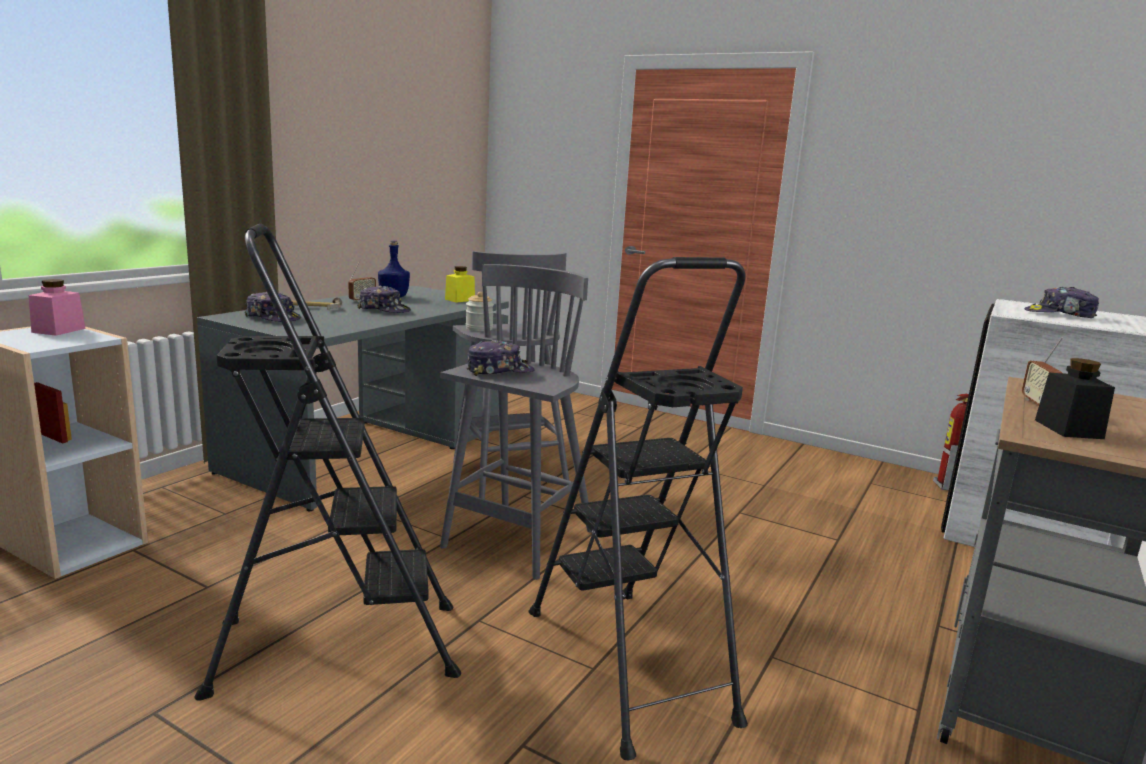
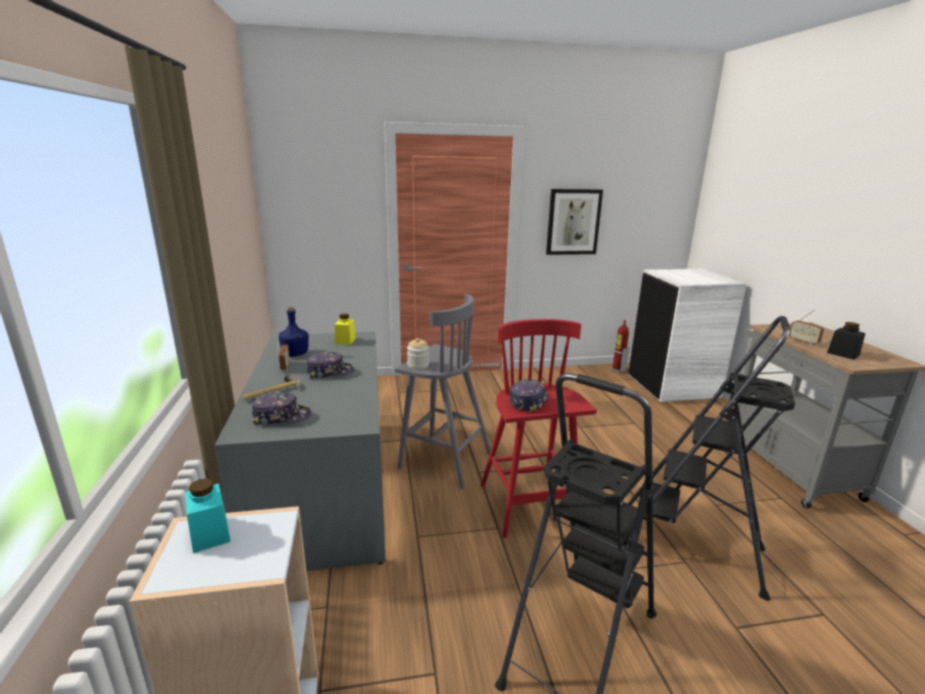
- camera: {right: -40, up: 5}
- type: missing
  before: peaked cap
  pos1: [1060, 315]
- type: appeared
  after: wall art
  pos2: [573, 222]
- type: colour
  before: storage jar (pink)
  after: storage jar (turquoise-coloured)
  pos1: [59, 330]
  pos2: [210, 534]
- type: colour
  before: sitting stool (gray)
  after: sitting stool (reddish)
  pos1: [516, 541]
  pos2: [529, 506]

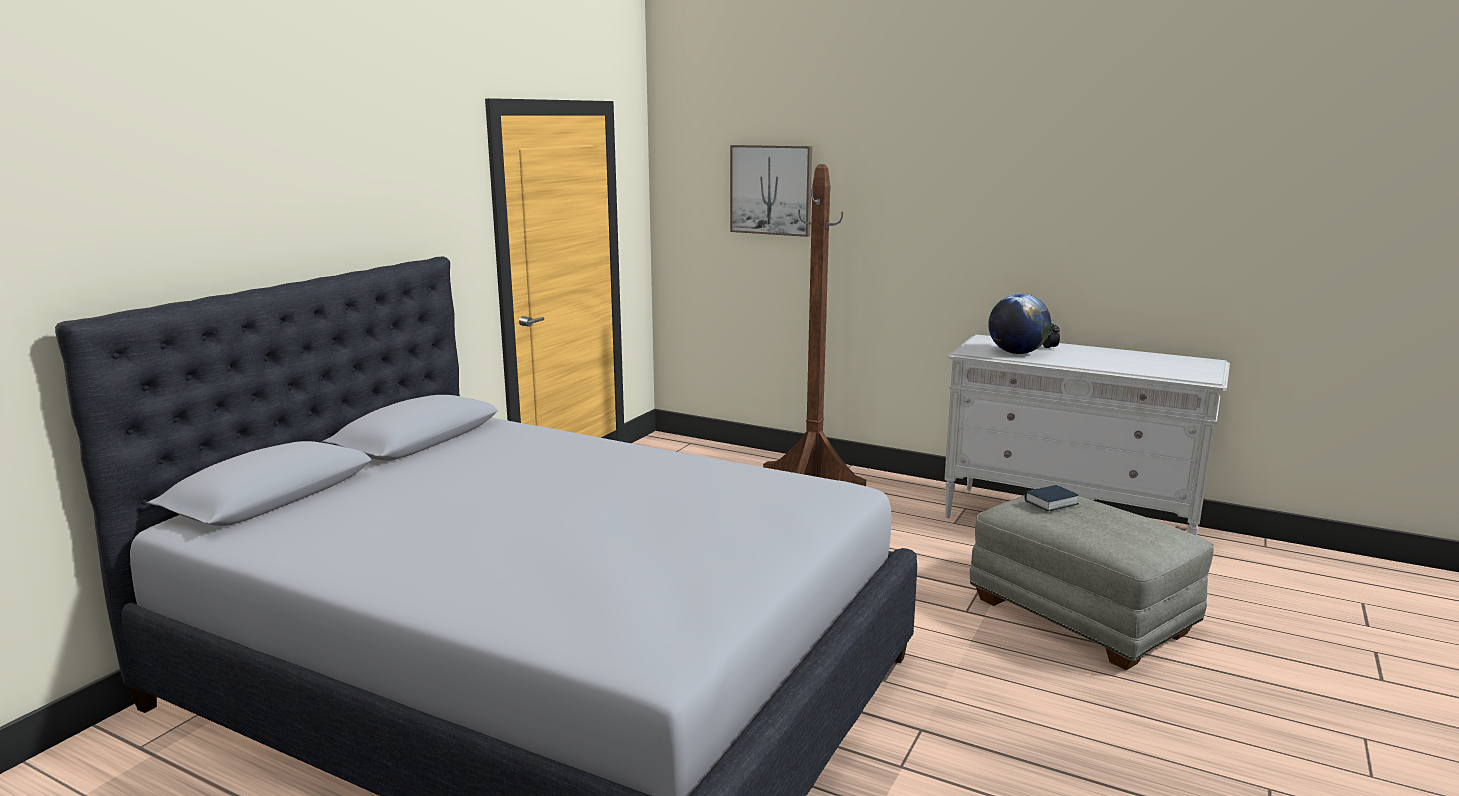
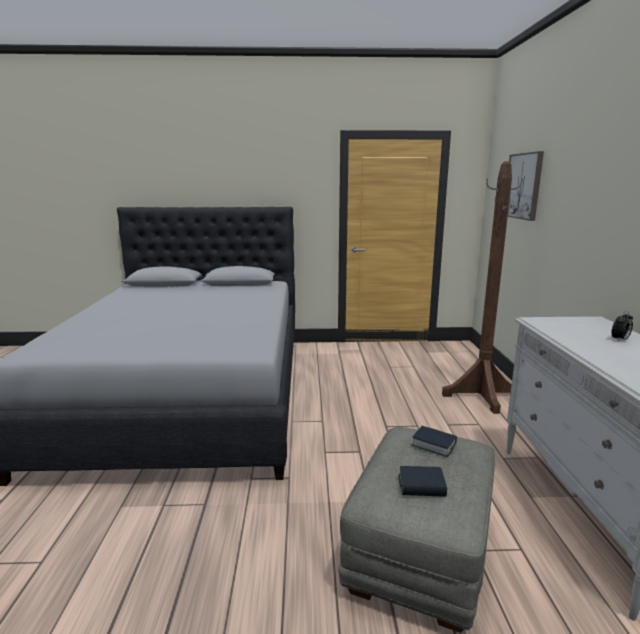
- camera: {right: 60, up: 0}
- type: missing
  before: world globe
  pos1: [1016, 353]
- type: appeared
  after: bound book
  pos2: [421, 486]

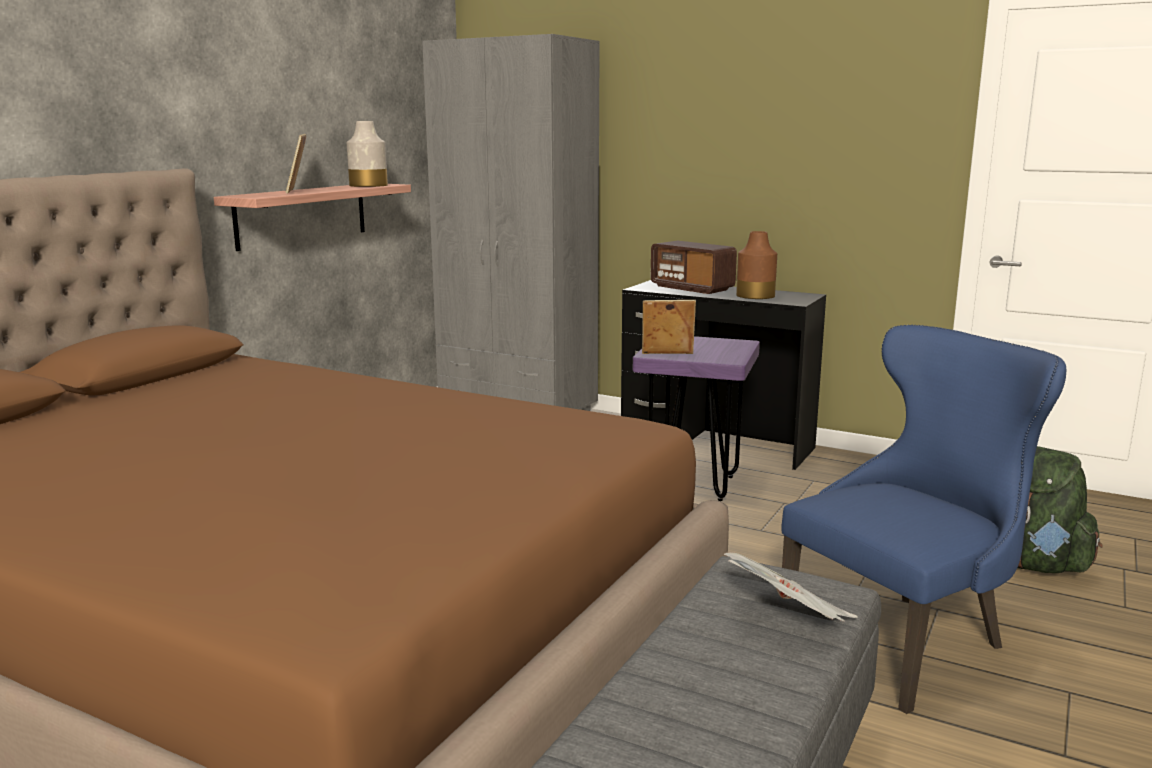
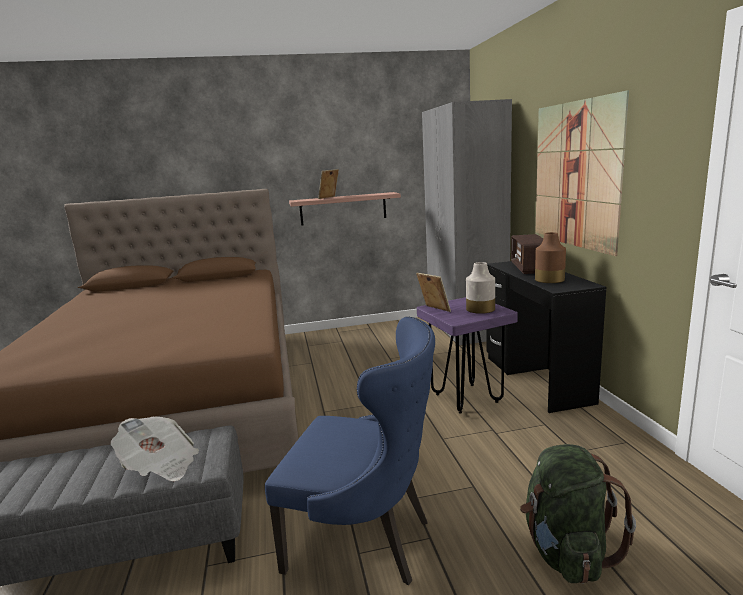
- camera: {right: 50, up: 0}
- type: appeared
  after: wall art
  pos2: [575, 175]
- type: relocated
  before: decorative vase (beige-coloured)
  pos1: [369, 185]
  pos2: [480, 309]

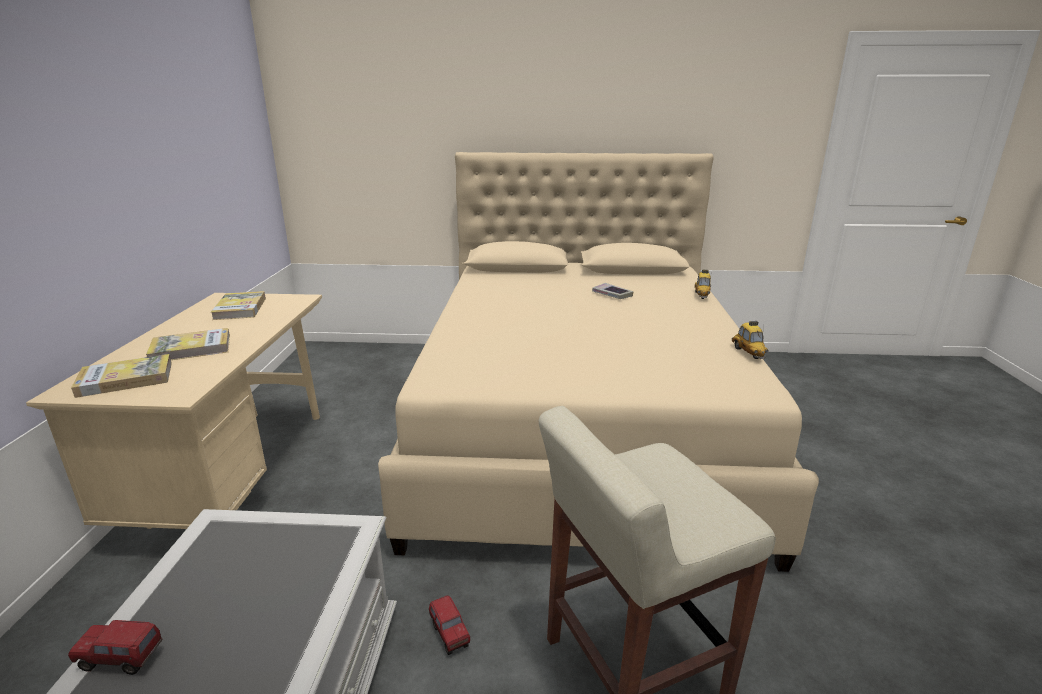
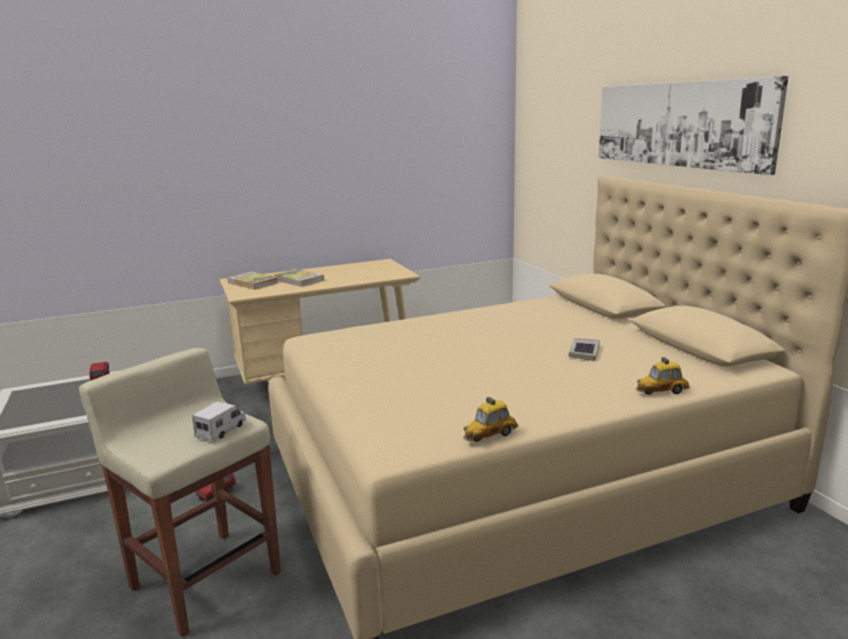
- camera: {right: 65, up: -5}
- type: missing
  before: bound book
  pos1: [240, 308]
- type: appeared
  after: model truck
  pos2: [221, 430]
- type: appeared
  after: wall art
  pos2: [678, 124]

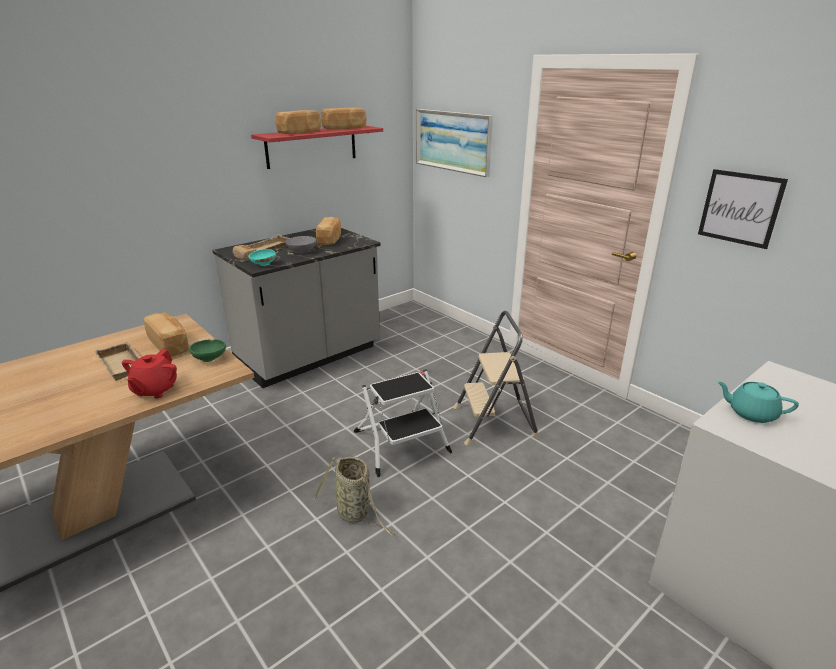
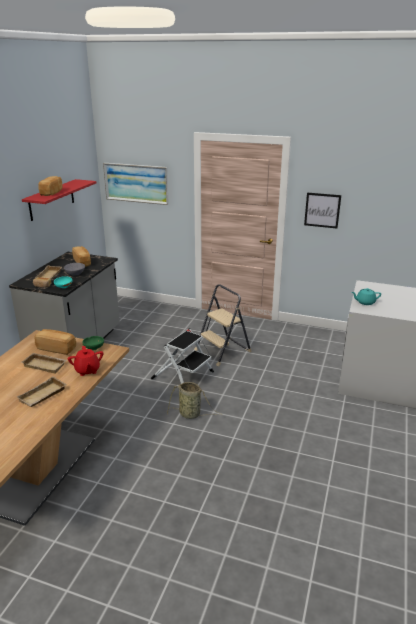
- camera: {right: -30, up: 0}
- type: missing
  before: baked bread
  pos1: [345, 128]
- type: appeared
  after: carrying tray (beige-coloured)
  pos2: [43, 396]

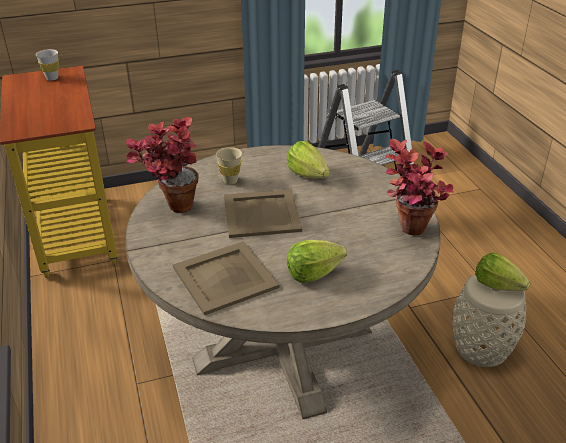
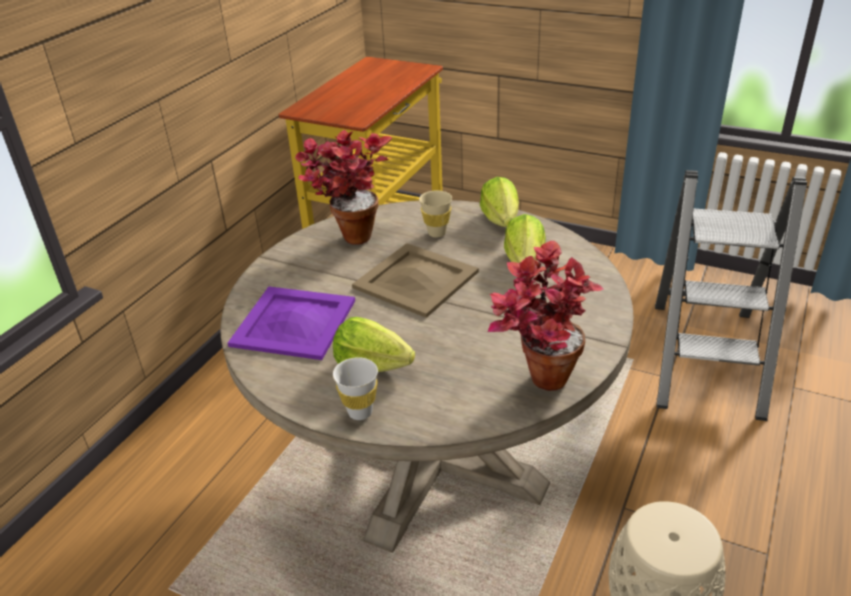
- camera: {right: 45, up: 0}
- type: relocated
  before: cup (white)
  pos1: [52, 78]
  pos2: [360, 412]
- type: relocated
  before: lettuce head
  pos1: [497, 285]
  pos2: [501, 220]
- type: colour
  before: carrying tray (beige-coloured)
  after: carrying tray (purple-coloured)
  pos1: [226, 277]
  pos2: [294, 323]

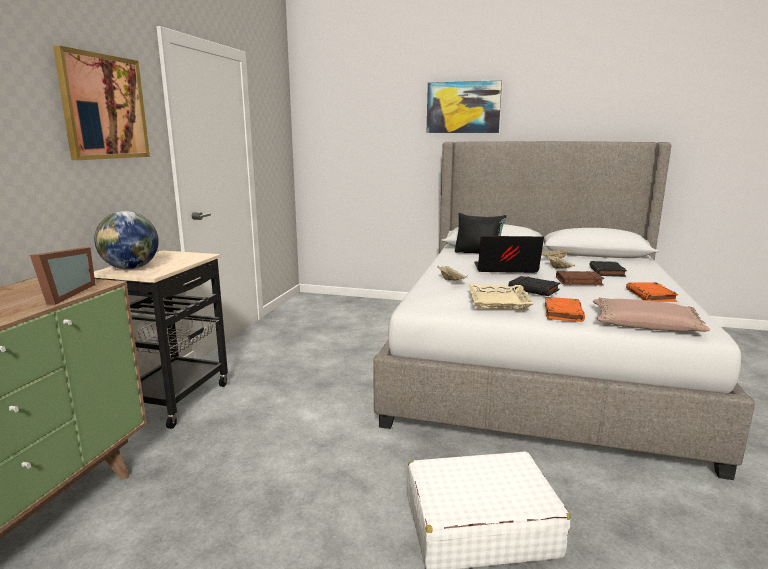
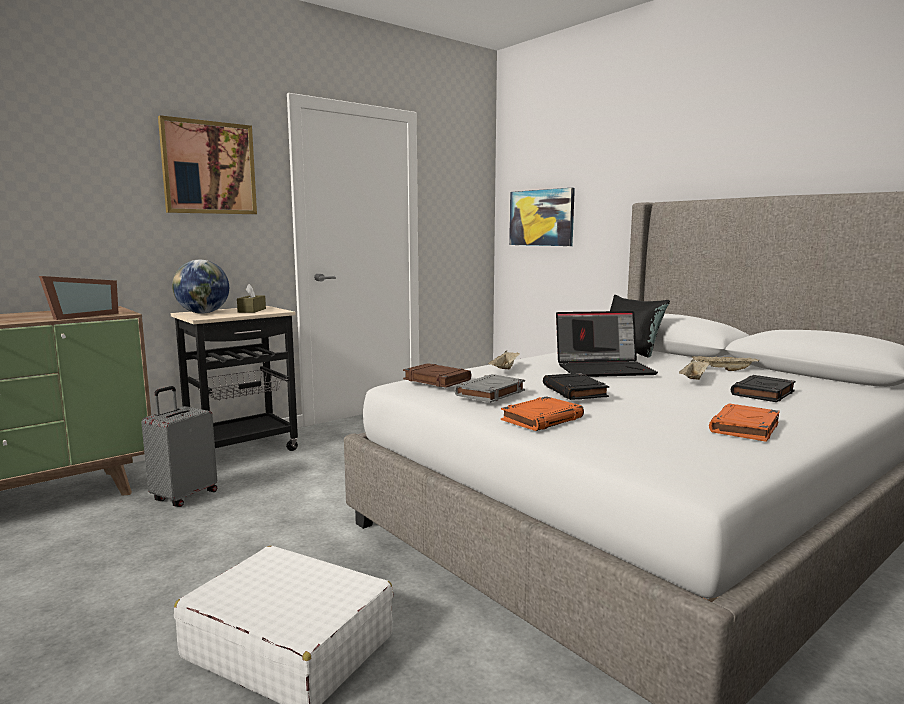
- camera: {right: 35, up: -5}
- type: missing
  before: pillow (beige-coloured)
  pos1: [645, 322]
- type: appeared
  after: piece of luggage (gray)
  pos2: [184, 496]
- type: appeared
  after: box of tissues (brownish)
  pos2: [252, 310]
- type: relocated
  before: wall art
  pos1: [463, 107]
  pos2: [541, 218]
- type: relocated
  before: bound book (brownish)
  pos1: [578, 281]
  pos2: [436, 380]
- type: exchanged
  before: carrying tray (beige-coloured)
  after: bound book (gray)
  pos1: [499, 301]
  pos2: [490, 393]
- type: spun
  before: laptop
  pos1: [504, 269]
  pos2: [605, 369]
  turn: 135

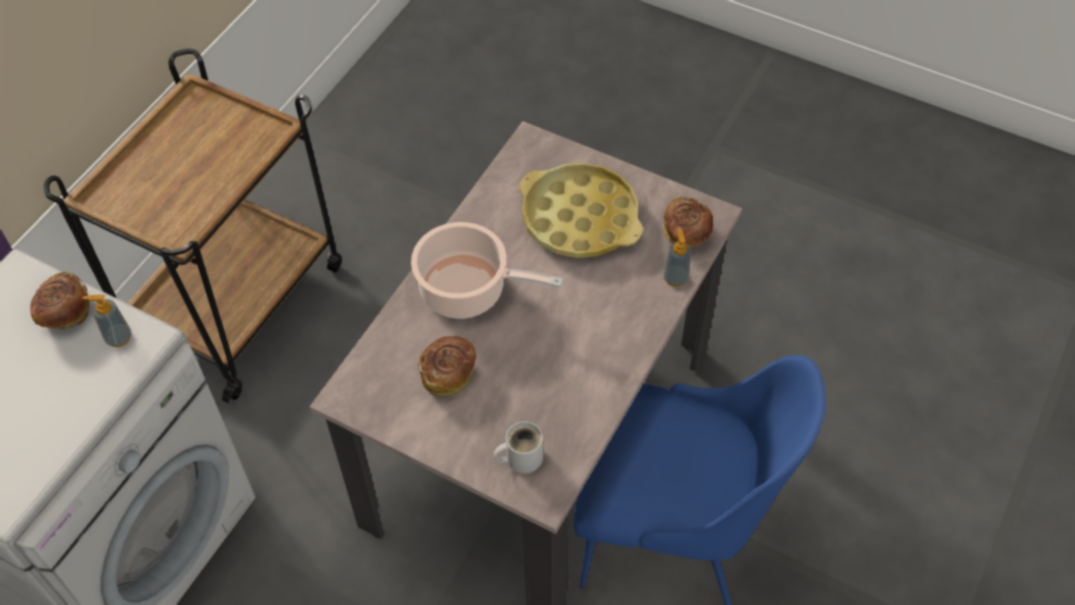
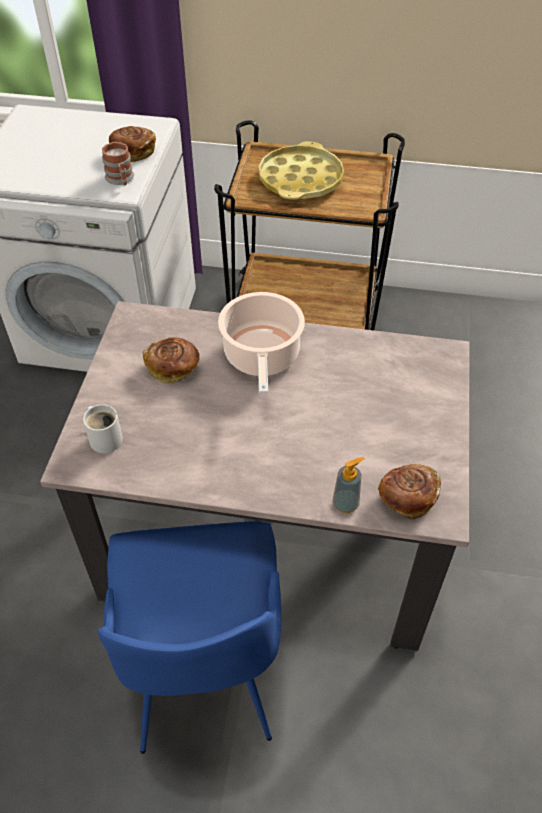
- camera: {right: 70, up: -5}
- type: relocated
  before: carrying tray (yellow)
  pos1: [579, 218]
  pos2: [300, 180]
- type: exchanged
  before: soap dispenser
  after: mug
  pos1: [119, 338]
  pos2: [121, 179]

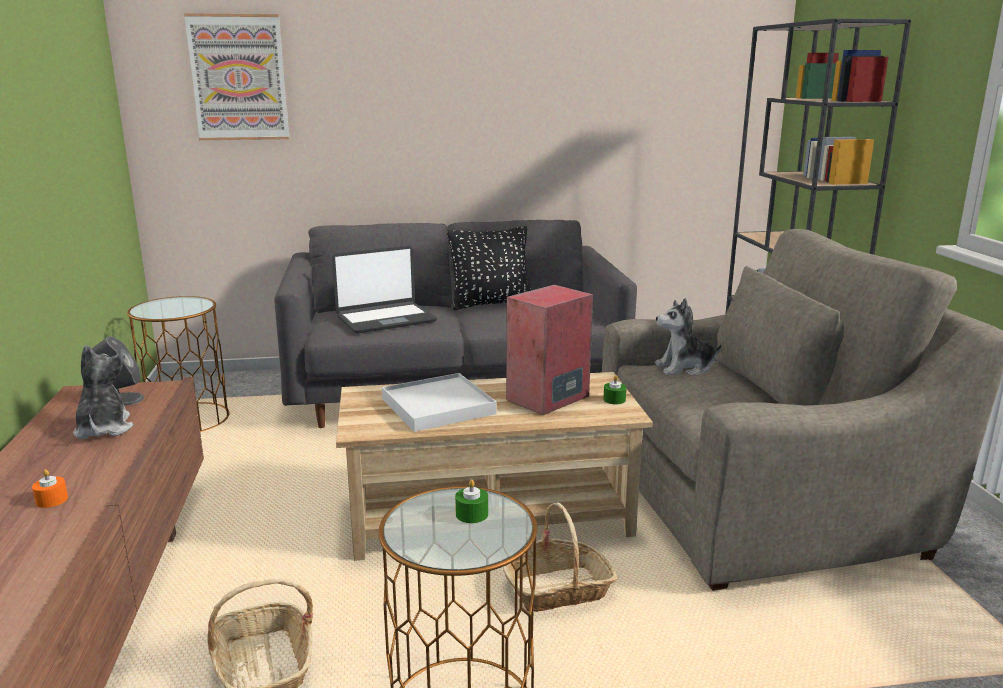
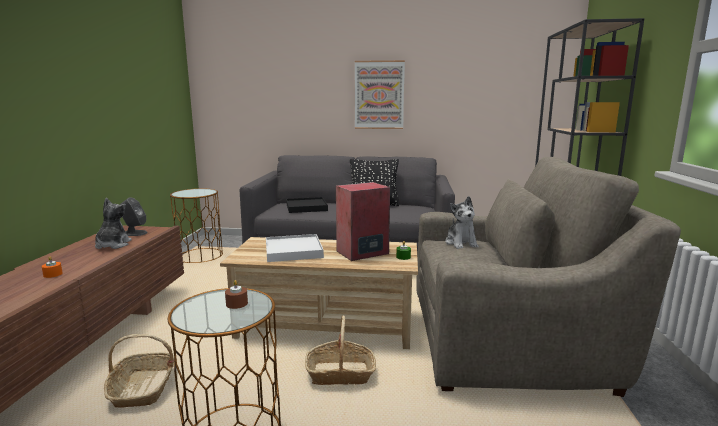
- camera: {right: 15, up: -5}
- type: relocated
  before: wall art
  pos1: [238, 78]
  pos2: [379, 95]
- type: exchanged
  before: laptop
  after: carrying tray (blackish)
  pos1: [385, 319]
  pos2: [306, 207]
- type: colour
  before: wax candle (greenish)
  after: wax candle (brownish)
  pos1: [472, 514]
  pos2: [237, 303]
- type: spun
  before: cuddly toy
  pos1: [685, 368]
  pos2: [461, 243]
  turn: -105

